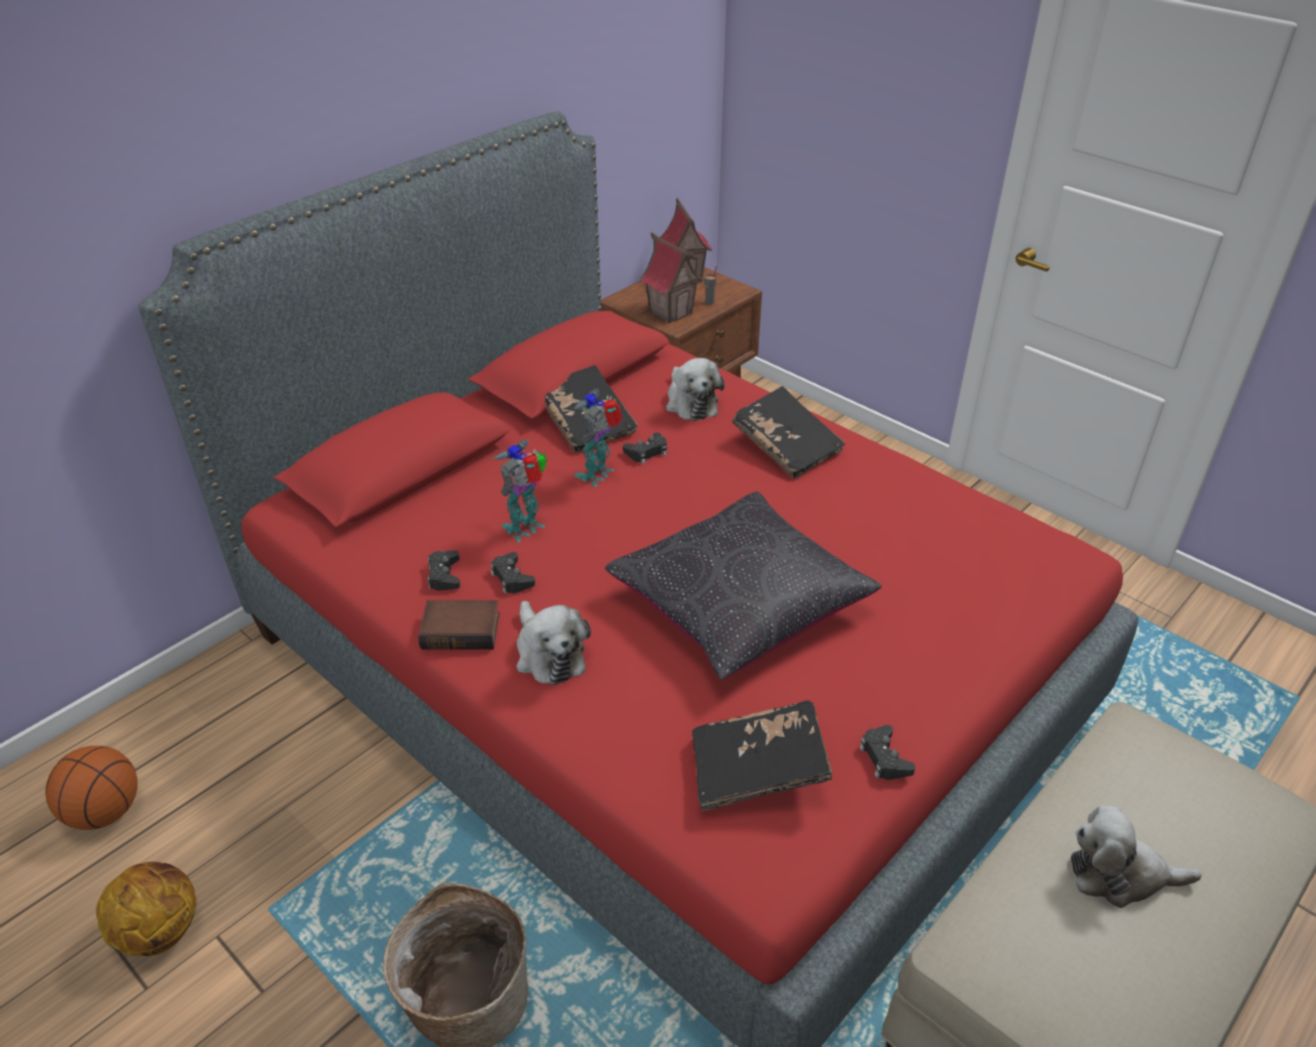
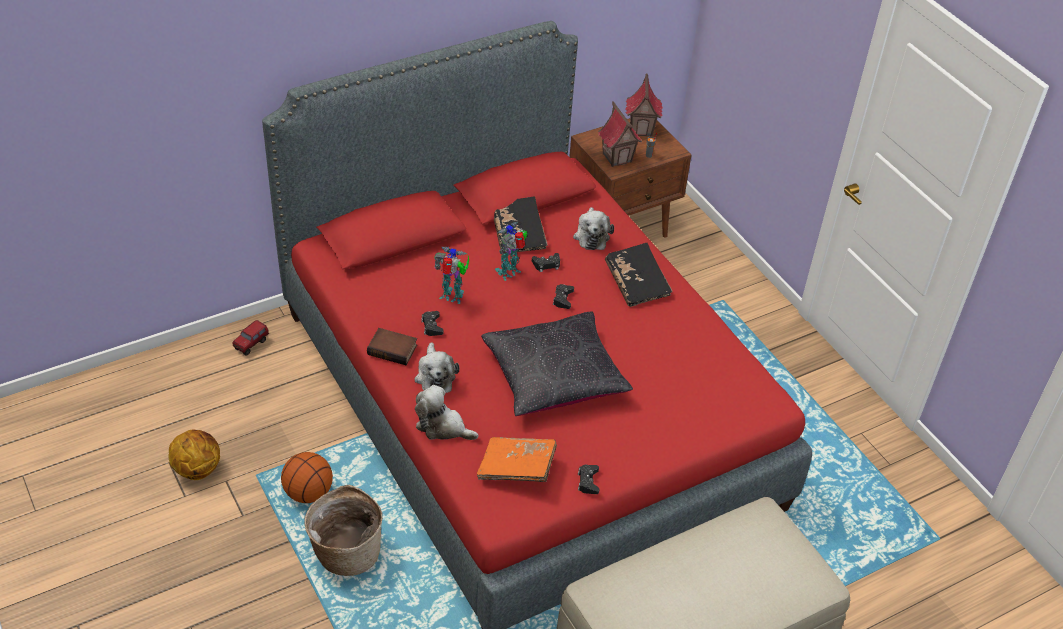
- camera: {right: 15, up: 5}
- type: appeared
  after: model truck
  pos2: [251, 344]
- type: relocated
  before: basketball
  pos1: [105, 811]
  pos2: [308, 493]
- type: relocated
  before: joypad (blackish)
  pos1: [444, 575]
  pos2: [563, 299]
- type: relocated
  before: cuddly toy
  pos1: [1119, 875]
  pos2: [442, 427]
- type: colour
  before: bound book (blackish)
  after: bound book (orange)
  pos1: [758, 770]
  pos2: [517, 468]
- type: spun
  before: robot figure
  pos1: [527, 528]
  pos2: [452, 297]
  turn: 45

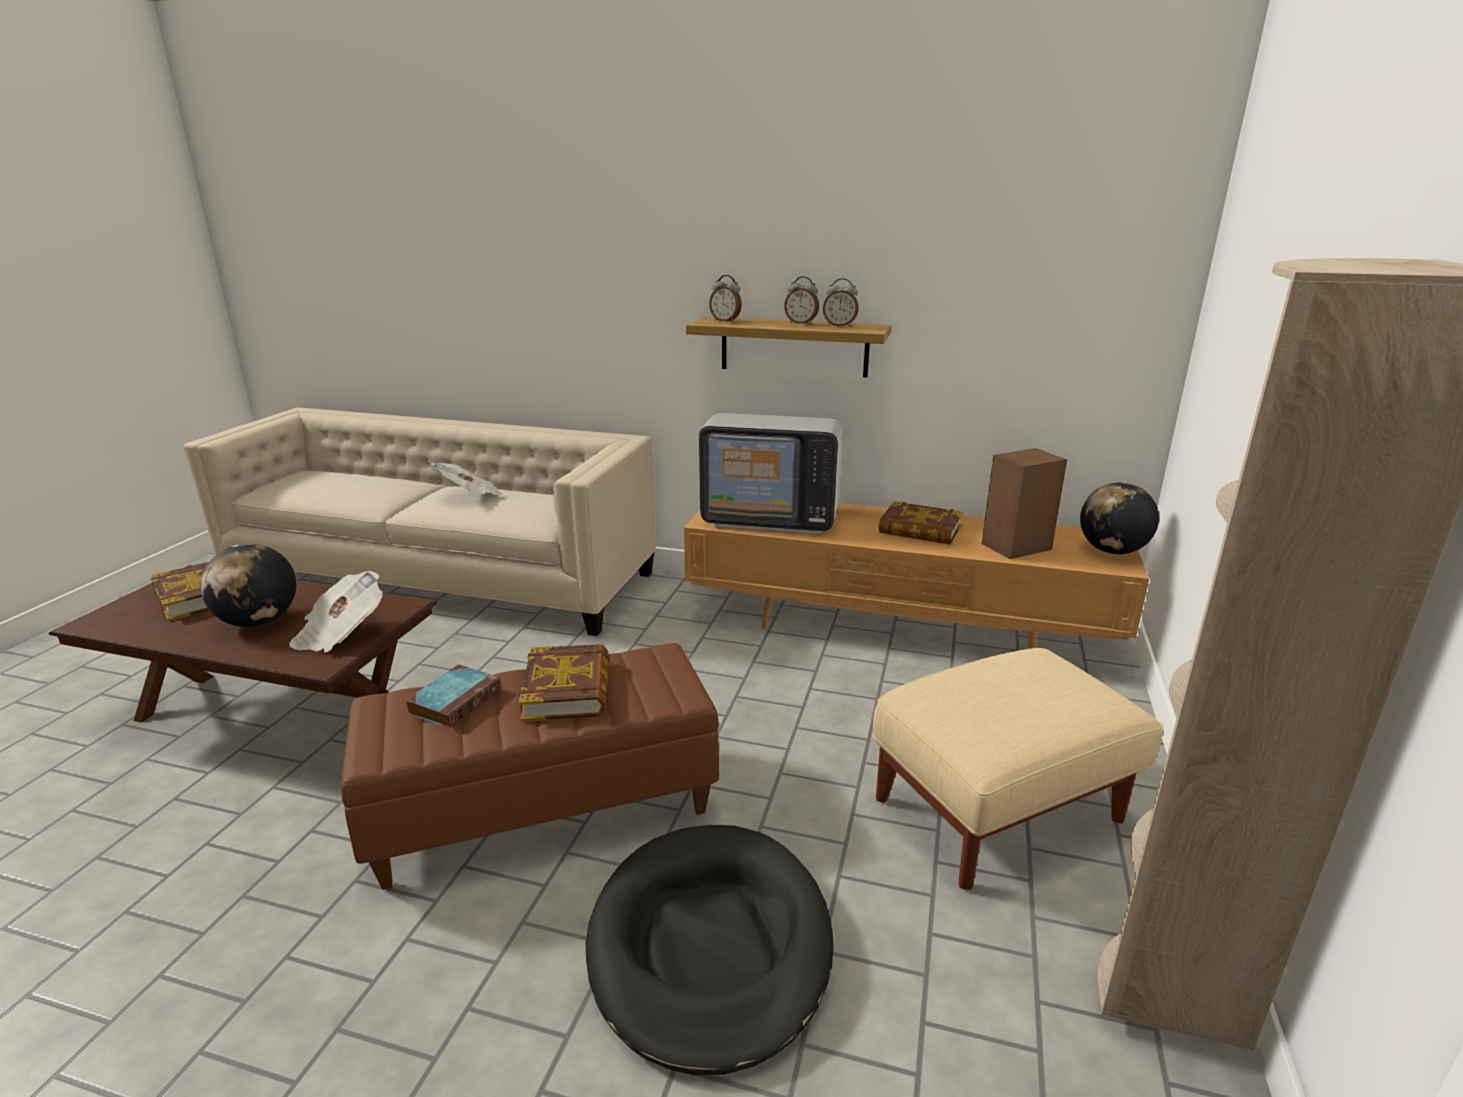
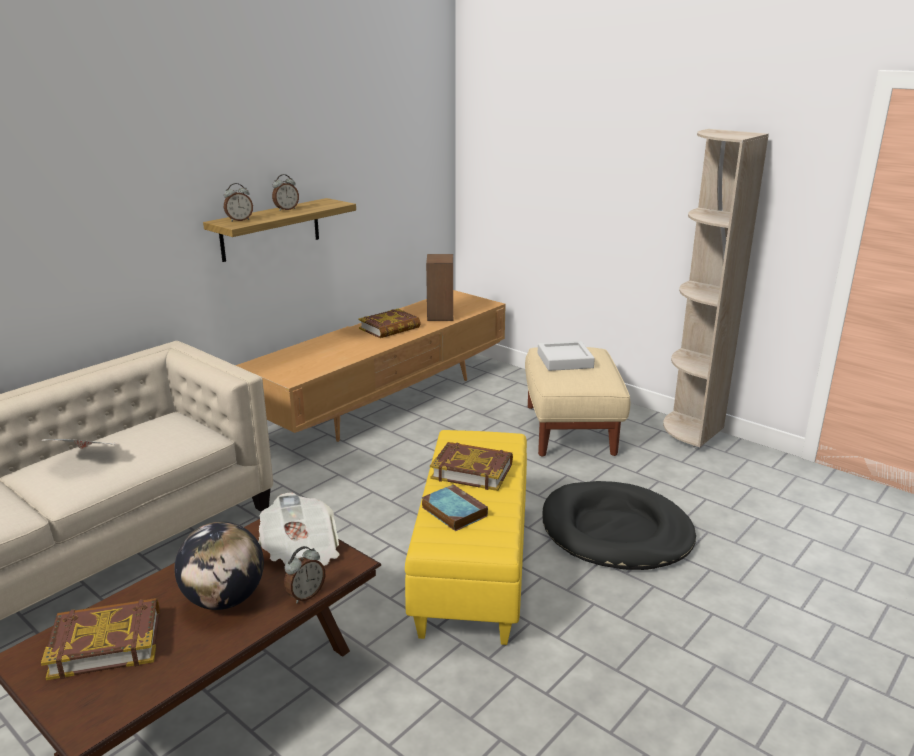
- camera: {right: -65, up: 0}
- type: missing
  before: television
  pos1: [771, 517]
- type: missing
  before: world globe
  pos1: [1112, 551]
- type: appeared
  after: carrying tray (gray)
  pos2: [565, 360]
- type: relocated
  before: alarm clock
  pos1: [840, 326]
  pos2: [305, 595]
- type: colour
  before: ottoman (brownish)
  after: ottoman (yellow)
  pos1: [544, 810]
  pos2: [471, 566]

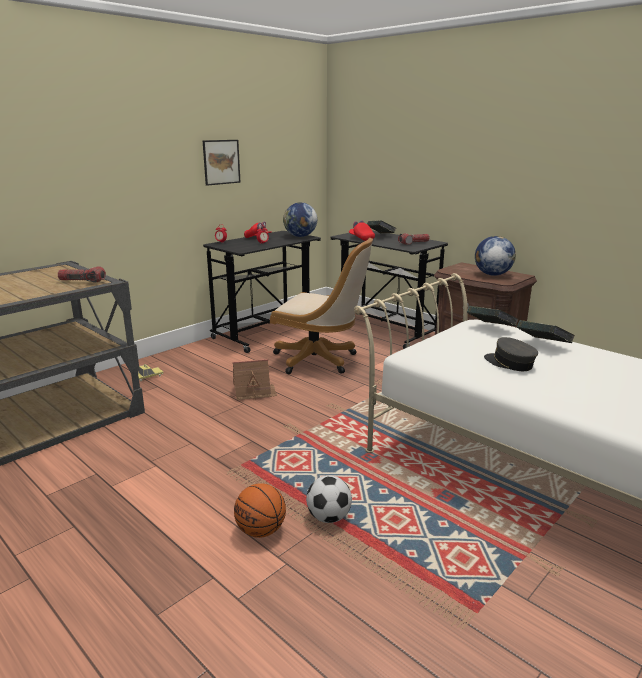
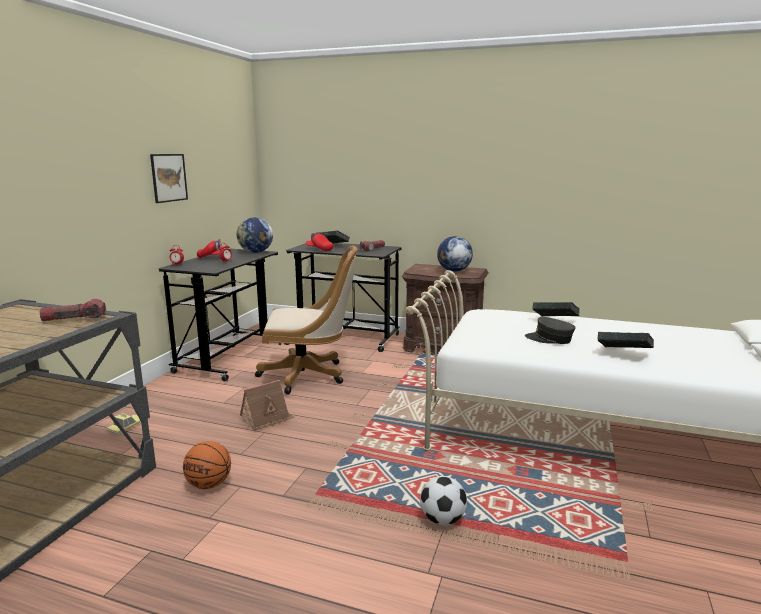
- camera: {right: -25, up: -5}
- type: relocated
  before: basketball
  pos1: [260, 531]
  pos2: [209, 484]
- type: relocated
  before: bound book
  pos1: [490, 328]
  pos2: [623, 354]

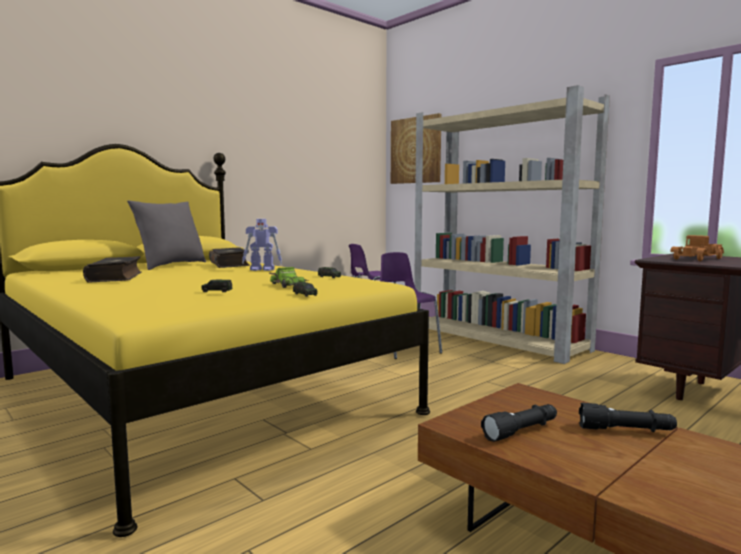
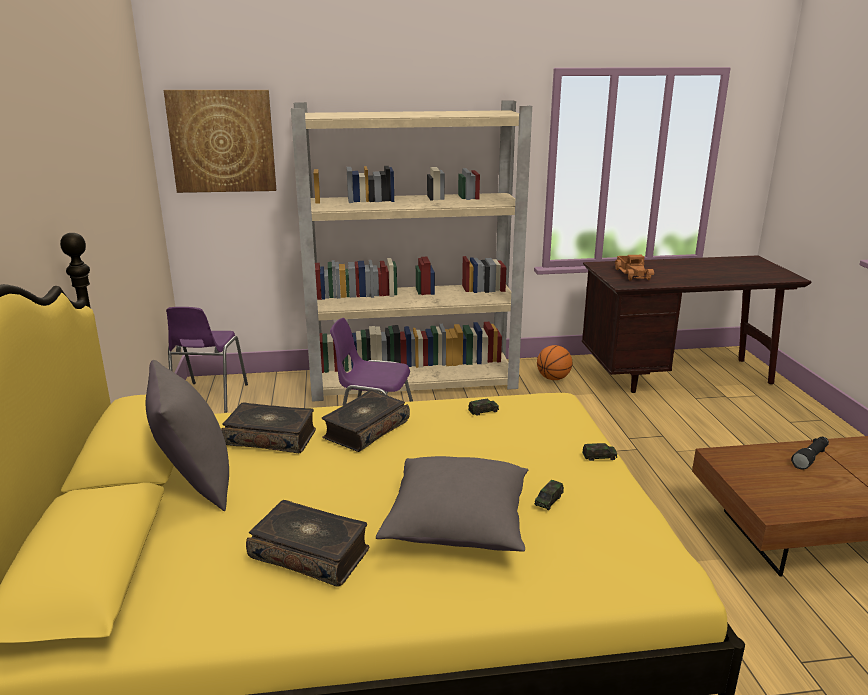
- camera: {right: -55, up: 15}
- type: missing
  before: toy car
  pos1: [289, 285]
- type: missing
  before: torch (blackish)
  pos1: [522, 431]
- type: appeared
  after: pillow (gray)
  pos2: [458, 526]
- type: appeared
  after: basketball
  pos2: [553, 378]
- type: exchanged
  before: robot figure
  after: bound book
  pos1: [262, 269]
  pos2: [365, 430]

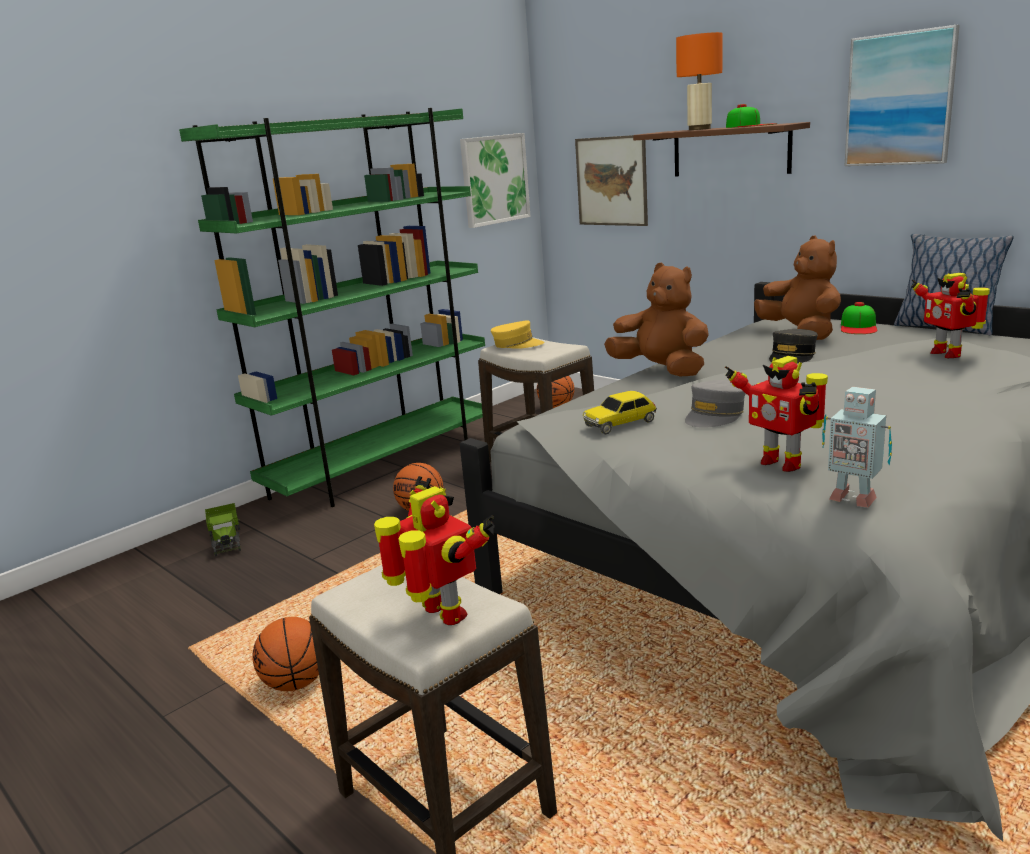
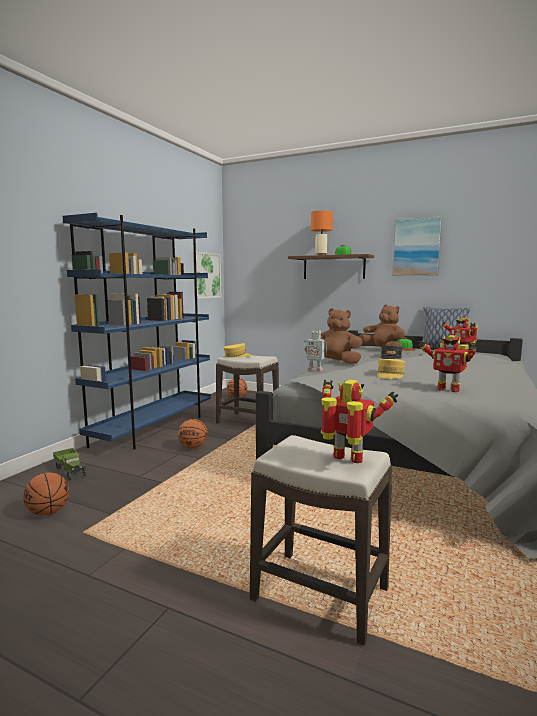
- camera: {right: -20, up: -10}
- type: missing
  before: wall art
  pos1: [611, 181]
- type: missing
  before: toy car
  pos1: [620, 423]
- type: relocated
  before: basketball
  pos1: [295, 683]
  pos2: [48, 512]
- type: relocated
  before: robot figure
  pos1: [852, 497]
  pos2: [314, 370]
- type: colour
  before: bookcase (greenish)
  after: bookcase (blue-coloured)
  pos1: [384, 467]
  pos2: [154, 428]
- type: colour
  before: peaked cap (gray)
  after: peaked cap (yellow)
  pos1: [715, 415]
  pos2: [390, 375]

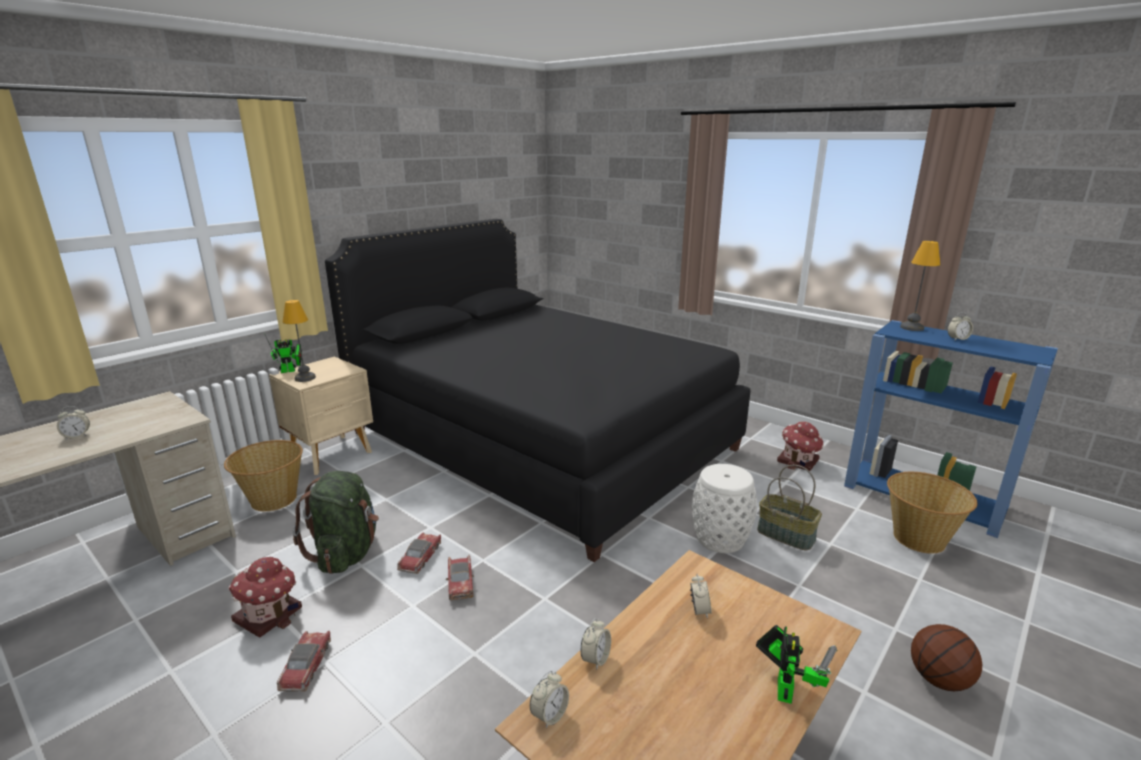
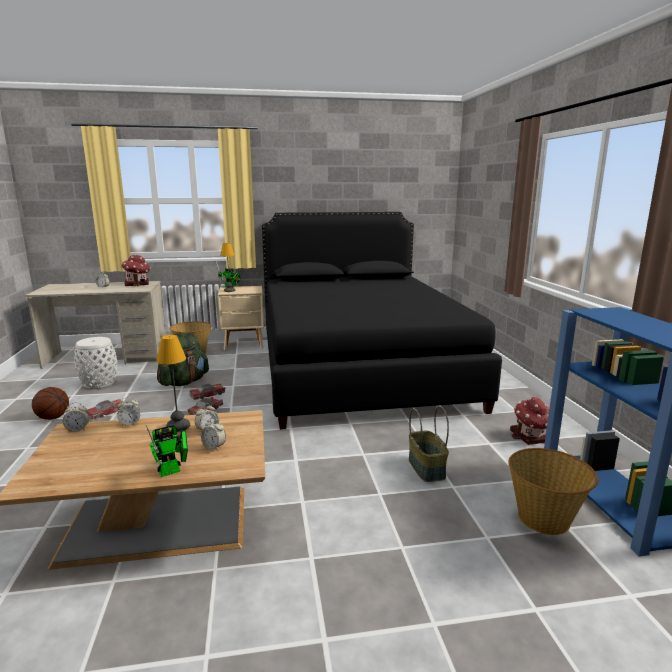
- camera: {right: 40, up: -5}
- type: relocated
  before: model house
  pos1: [269, 614]
  pos2: [137, 284]
- type: relocated
  before: sitting stool (white)
  pos1: [720, 539]
  pos2: [99, 383]
- type: relocated
  before: table lamp
  pos1: [911, 327]
  pos2: [179, 426]
- type: relocated
  before: basketball
  pos1: [938, 680]
  pos2: [52, 417]
- type: relocated
  before: alarm clock
  pos1: [957, 339]
  pos2: [214, 447]

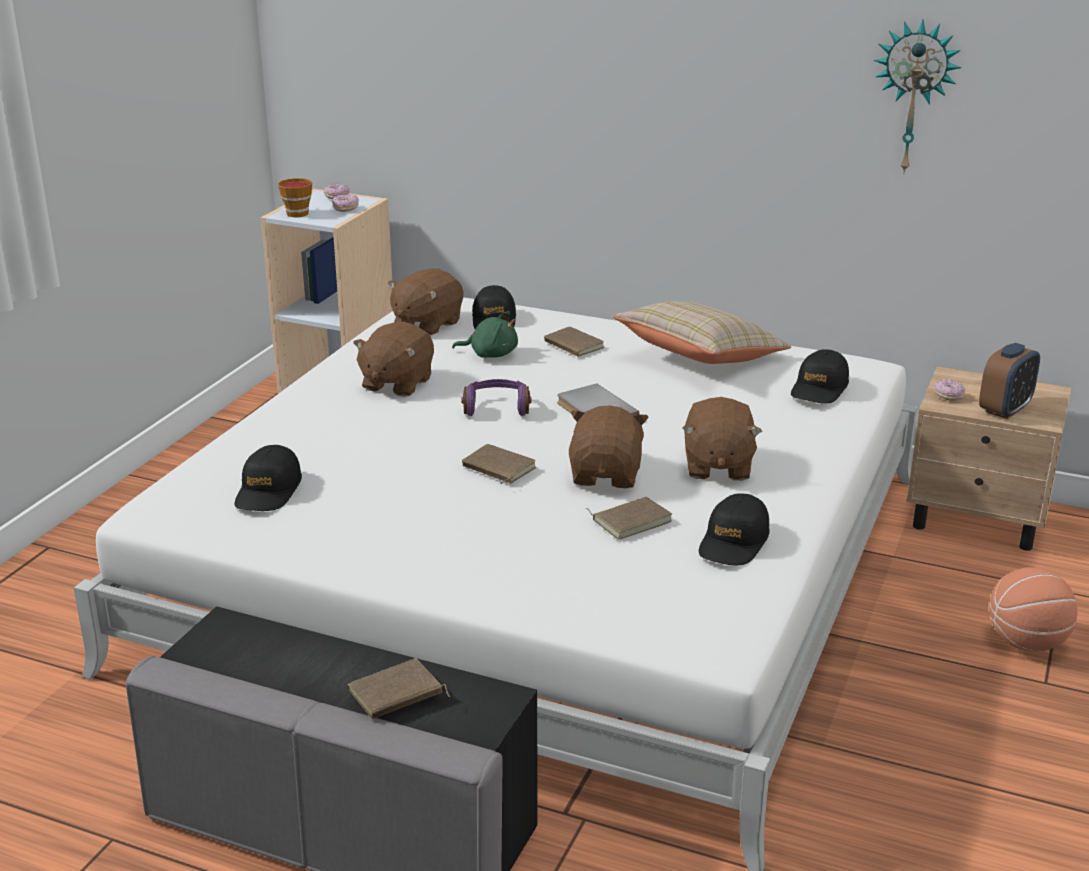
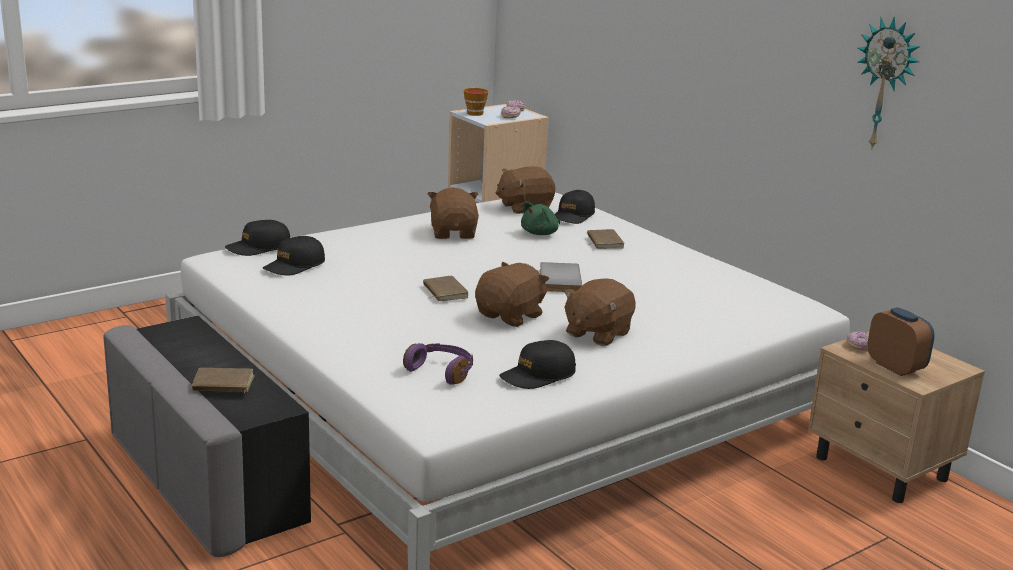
- camera: {right: 30, up: -5}
- type: missing
  before: bound book (brownish)
  pos1: [630, 520]
- type: missing
  before: pillow (beige-coloured)
  pos1: [699, 358]
- type: missing
  before: basketball
  pos1: [1027, 642]
- type: relocated
  before: headset (purple-coloured)
  pos1: [497, 407]
  pos2: [441, 371]
- type: relocated
  before: peaked cap (blackish)
  pos1: [819, 389]
  pos2: [259, 247]
- type: spun
  before: cuddly toy (brownish)
  pos1: [396, 383]
  pos2: [454, 233]
  turn: 120
- type: spun
  before: cuddly toy (greenish)
  pos1: [490, 354]
  pos2: [541, 233]
  turn: 90
- type: spun
  before: alarm clock
  pos1: [1005, 409]
  pos2: [895, 367]
  turn: -105

